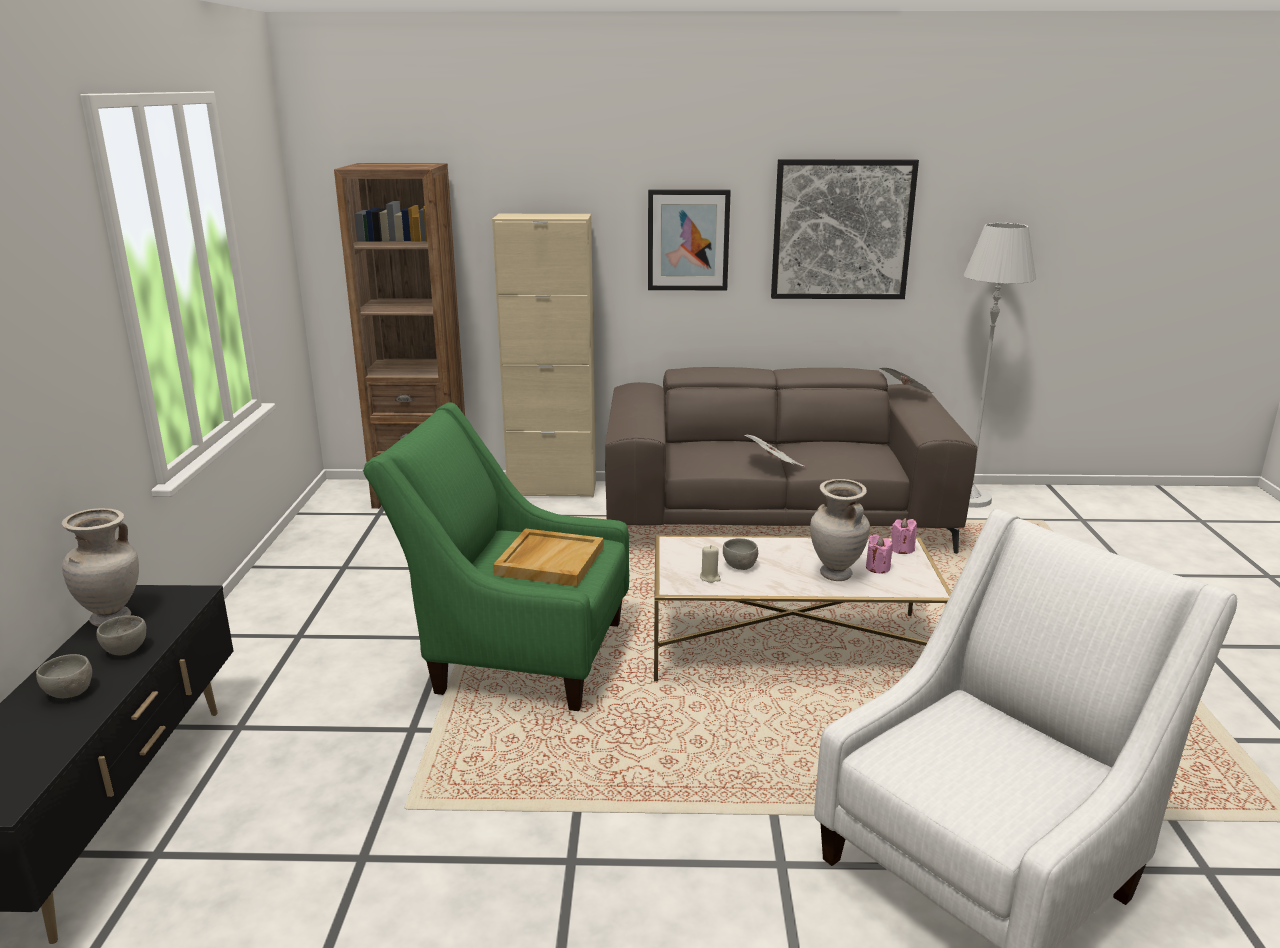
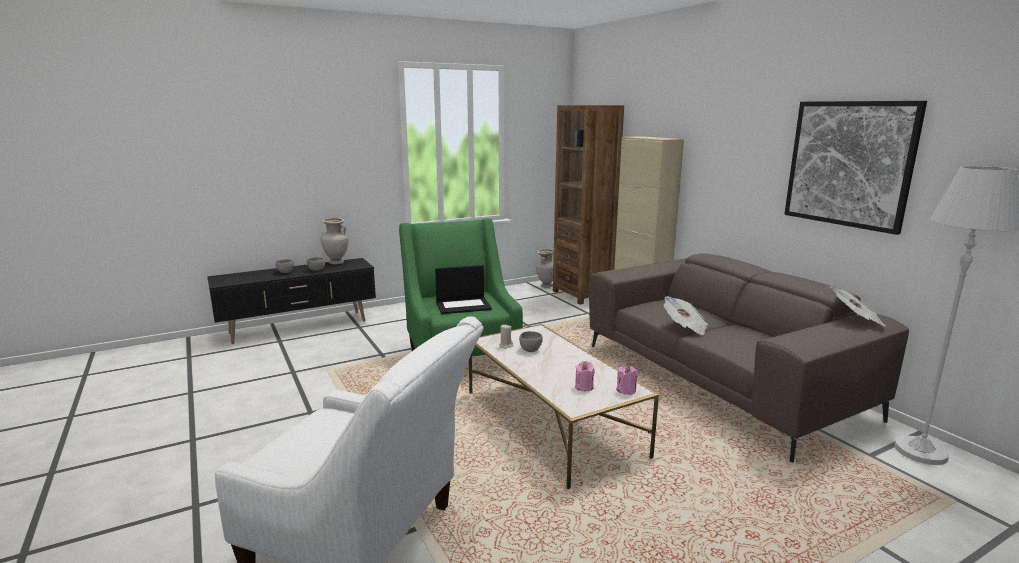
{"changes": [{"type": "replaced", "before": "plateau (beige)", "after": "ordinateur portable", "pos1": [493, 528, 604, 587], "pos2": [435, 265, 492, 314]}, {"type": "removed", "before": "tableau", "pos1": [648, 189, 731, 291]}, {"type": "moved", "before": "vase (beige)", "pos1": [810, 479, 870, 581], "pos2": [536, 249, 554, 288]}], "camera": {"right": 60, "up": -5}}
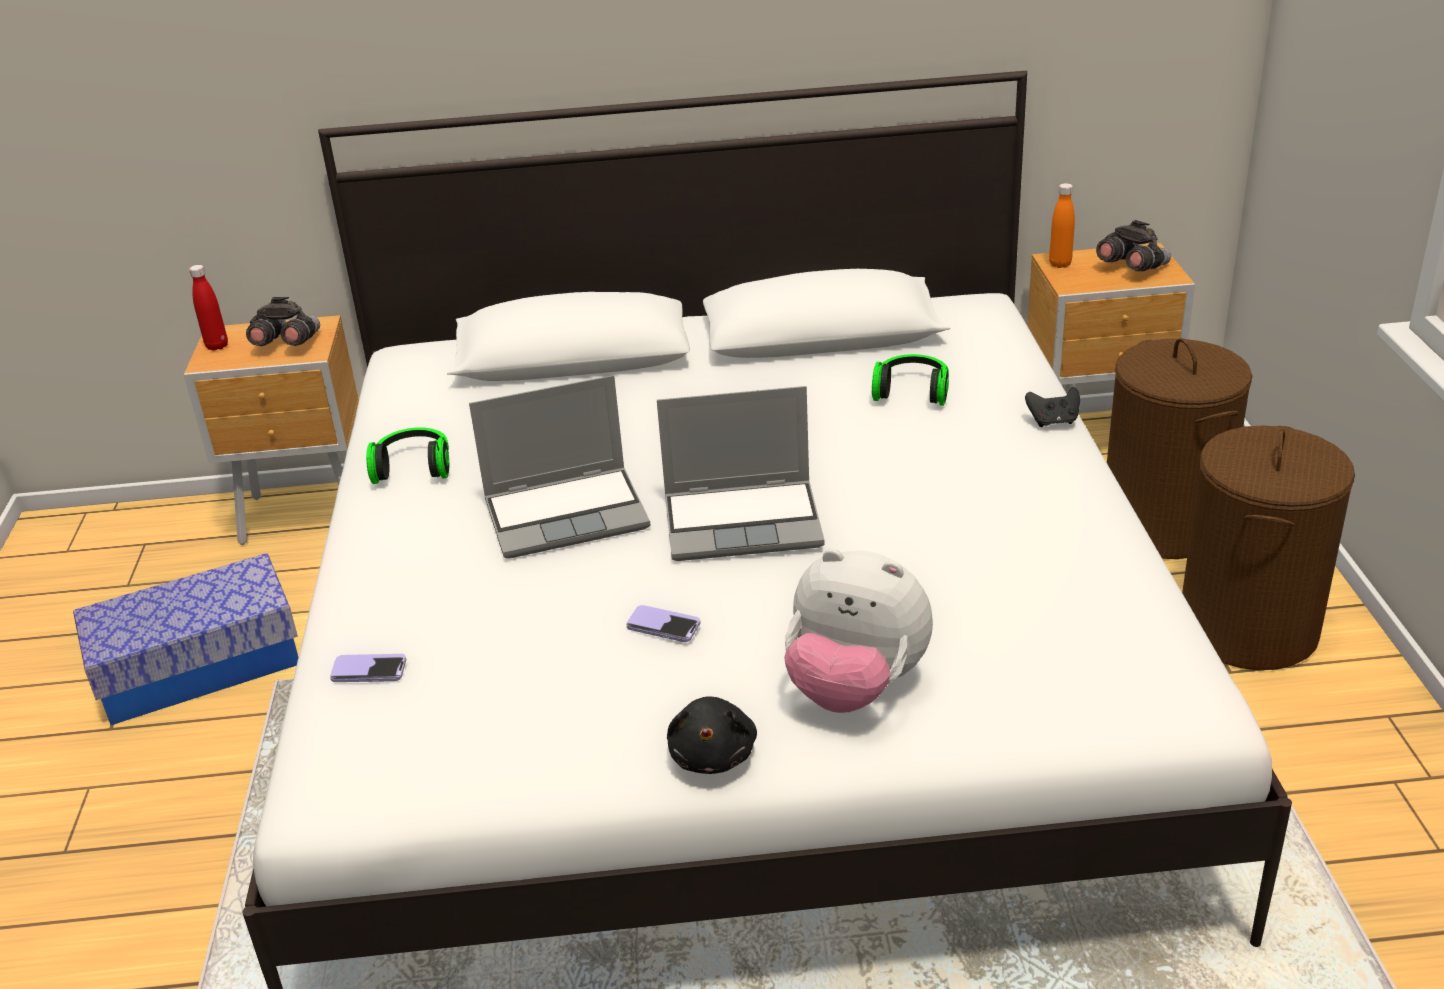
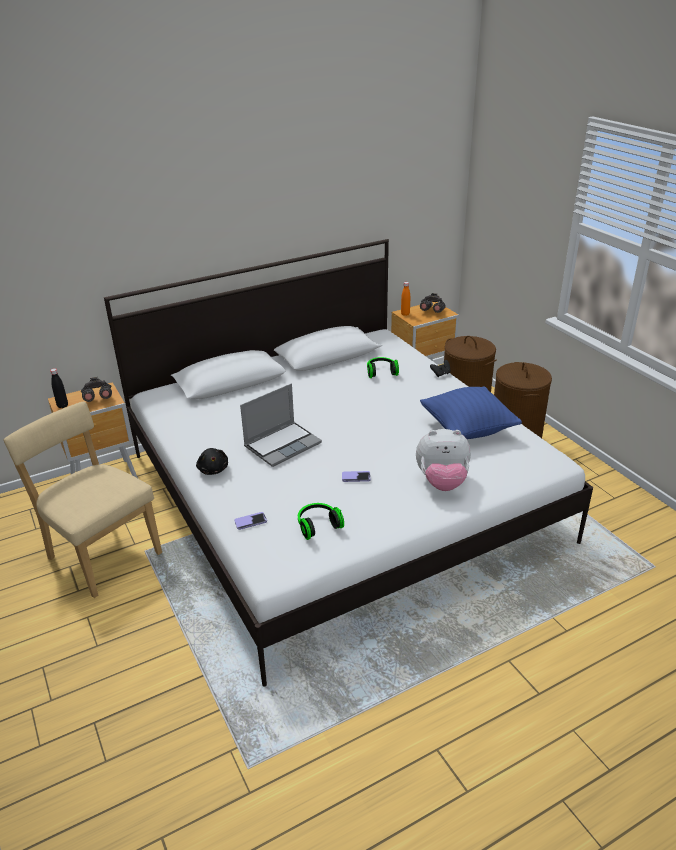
{"changes": [{"type": "replaced", "before": "boîte de rangement", "after": "chaise (beige)", "pos1": [73, 553, 298, 725], "pos2": [3, 402, 162, 598]}, {"type": "recoloured", "before": "bouteille (rouge)", "after": "bouteille (noir)", "pos1": [189, 265, 228, 351], "pos2": [50, 368, 68, 408]}, {"type": "moved", "before": "casque audio", "pos1": [366, 427, 449, 484], "pos2": [298, 503, 344, 540]}, {"type": "removed", "before": "ordinateur portable", "pos1": [657, 386, 825, 561]}, {"type": "moved", "before": "peluche (noir)", "pos1": [667, 697, 757, 774], "pos2": [196, 448, 228, 475]}, {"type": "added", "after": "coussin (bleu)", "pos2": [420, 386, 522, 439]}], "camera": {"right": -25, "up": 0}}
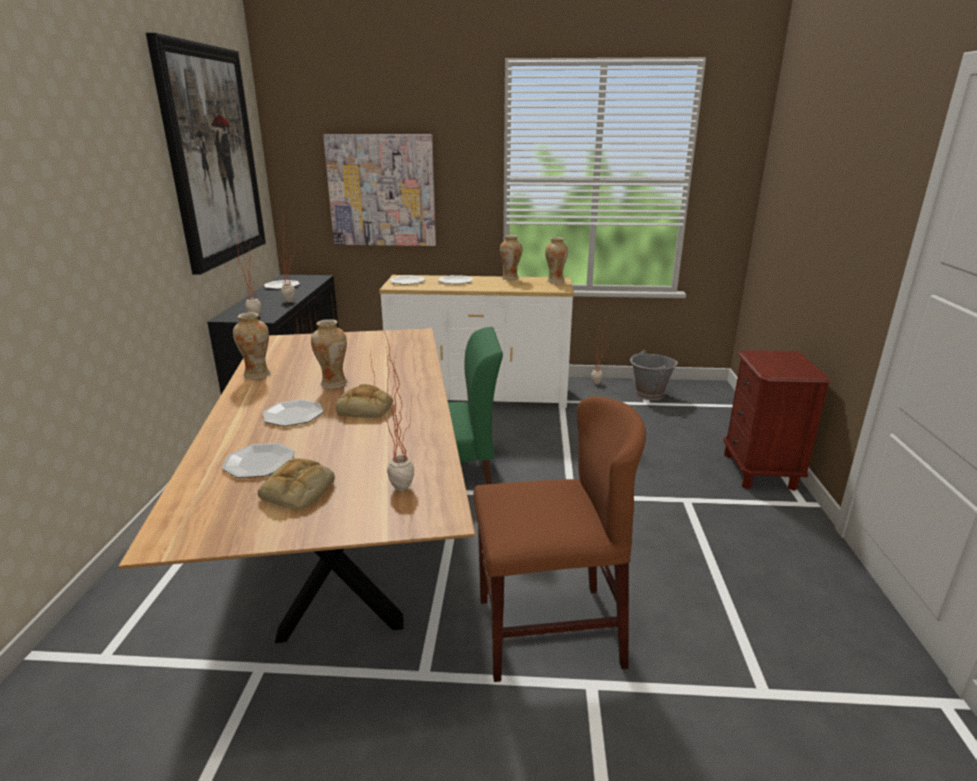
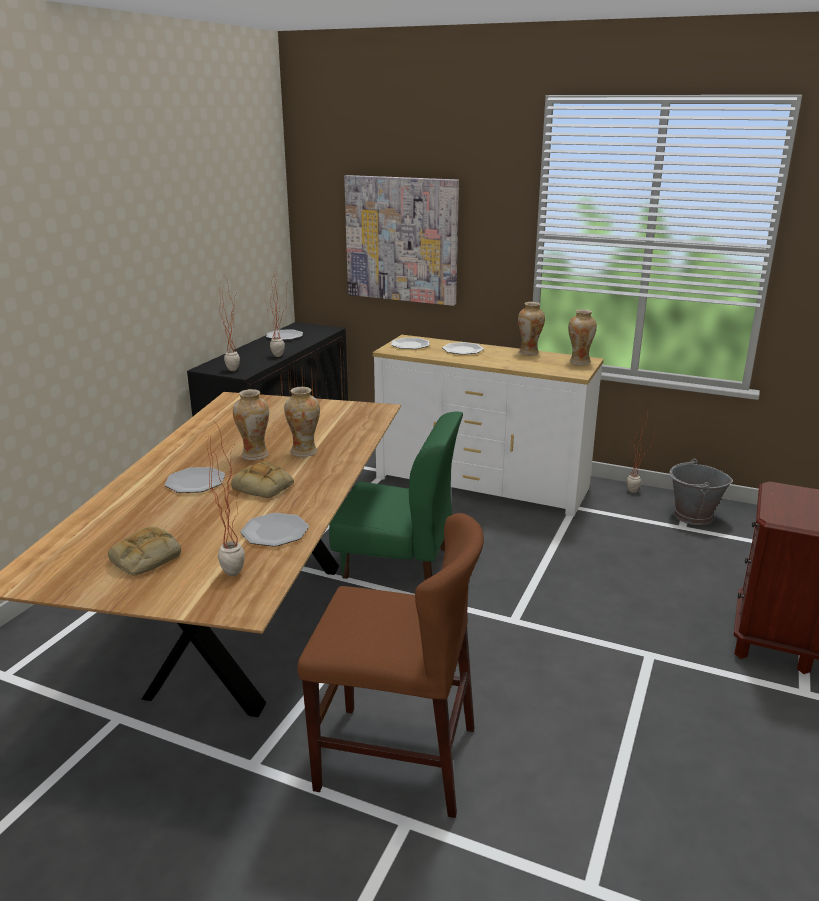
{"changes": [{"type": "removed", "before": "tableau", "pos1": [146, 33, 266, 275]}, {"type": "moved", "before": "assiette", "pos1": [222, 443, 295, 478], "pos2": [240, 513, 309, 547]}, {"type": "moved", "before": "vase", "pos1": [233, 312, 270, 379], "pos2": [284, 387, 320, 457]}], "camera": {"right": 20, "up": 0}}
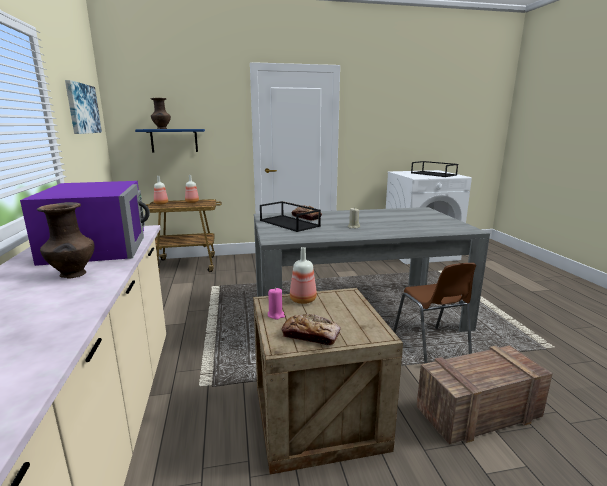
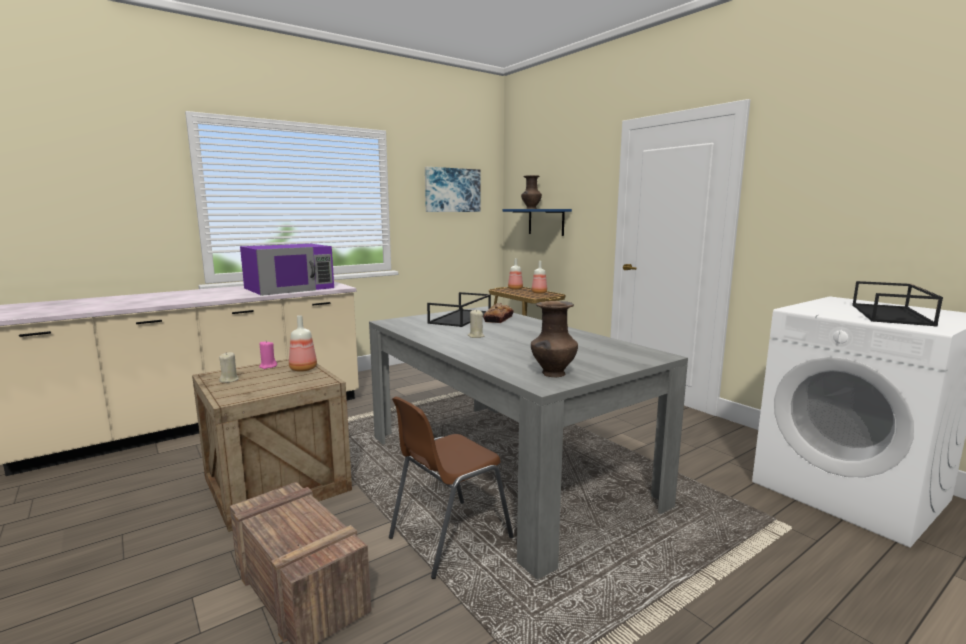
{"changes": [{"type": "moved", "before": "vase (marron)", "pos1": [37, 202, 94, 279], "pos2": [531, 301, 578, 377]}, {"type": "replaced", "before": "pain", "after": "bougie (beige)", "pos1": [282, 314, 341, 345], "pos2": [219, 352, 239, 383]}], "camera": {"right": 65, "up": -5}}
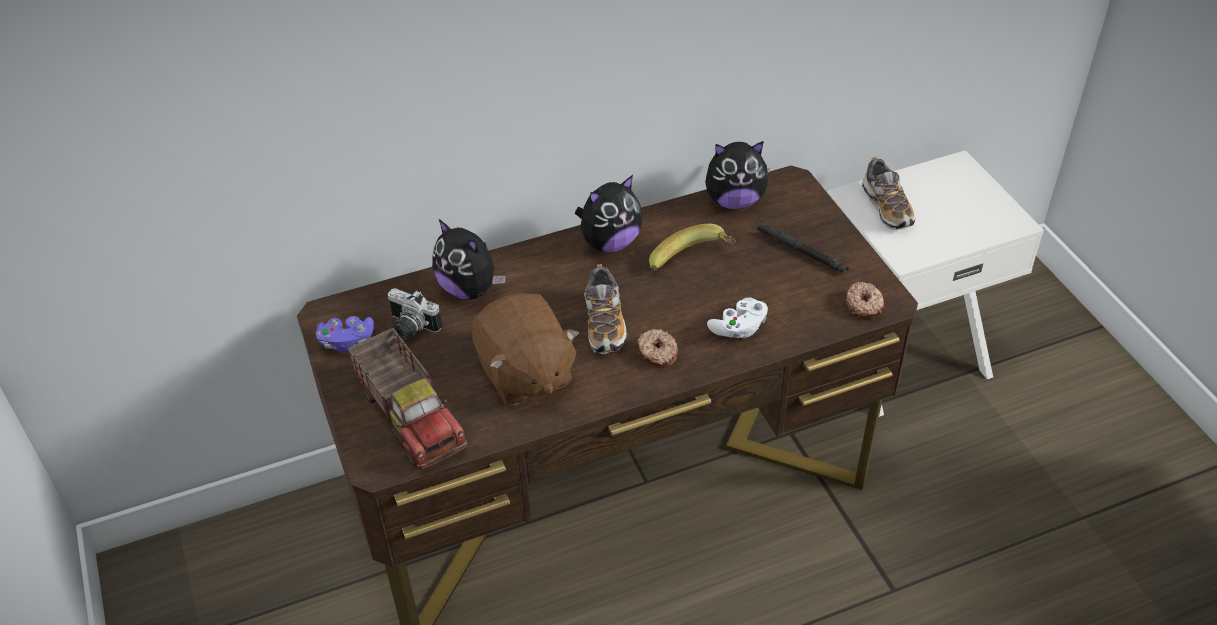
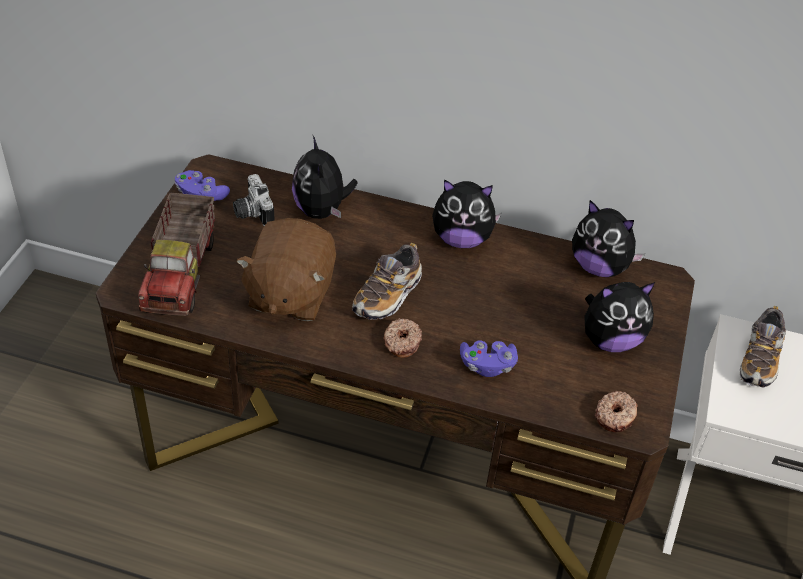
{"changes": [{"type": "removed", "before": "banane", "pos1": [649, 224, 736, 271]}, {"type": "recoloured", "before": "manette (blanc)", "after": "manette (violet)", "pos1": [707, 297, 768, 338], "pos2": [460, 340, 518, 377]}, {"type": "replaced", "before": "lampe de poche (noir)", "after": "peluche", "pos1": [757, 225, 849, 273], "pos2": [584, 282, 655, 352]}], "camera": {"right": 35, "up": 0}}
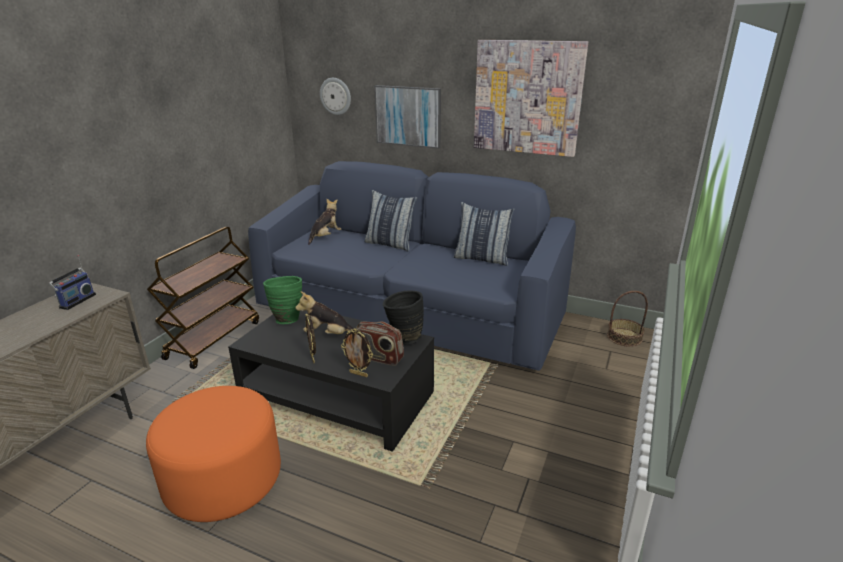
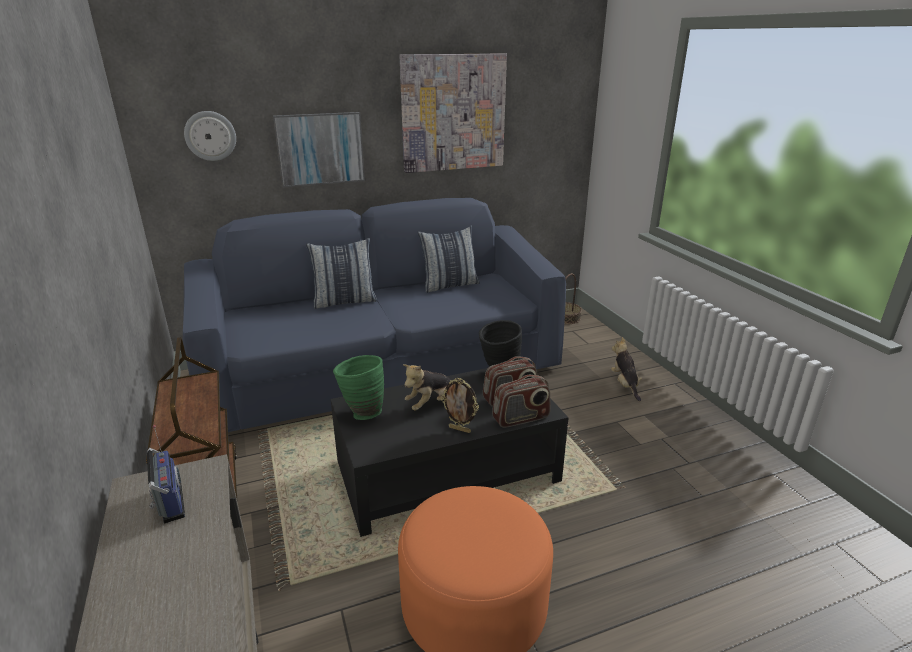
{"changes": [{"type": "moved", "before": "peluche", "pos1": [308, 199, 341, 245], "pos2": [611, 337, 642, 401]}, {"type": "replaced", "before": "cadre photo", "after": "radio", "pos1": [341, 329, 373, 377], "pos2": [492, 375, 551, 428]}], "camera": {"right": -45, "up": 0}}
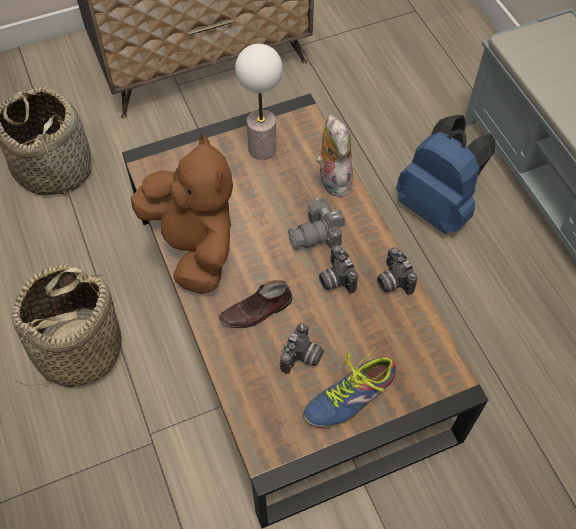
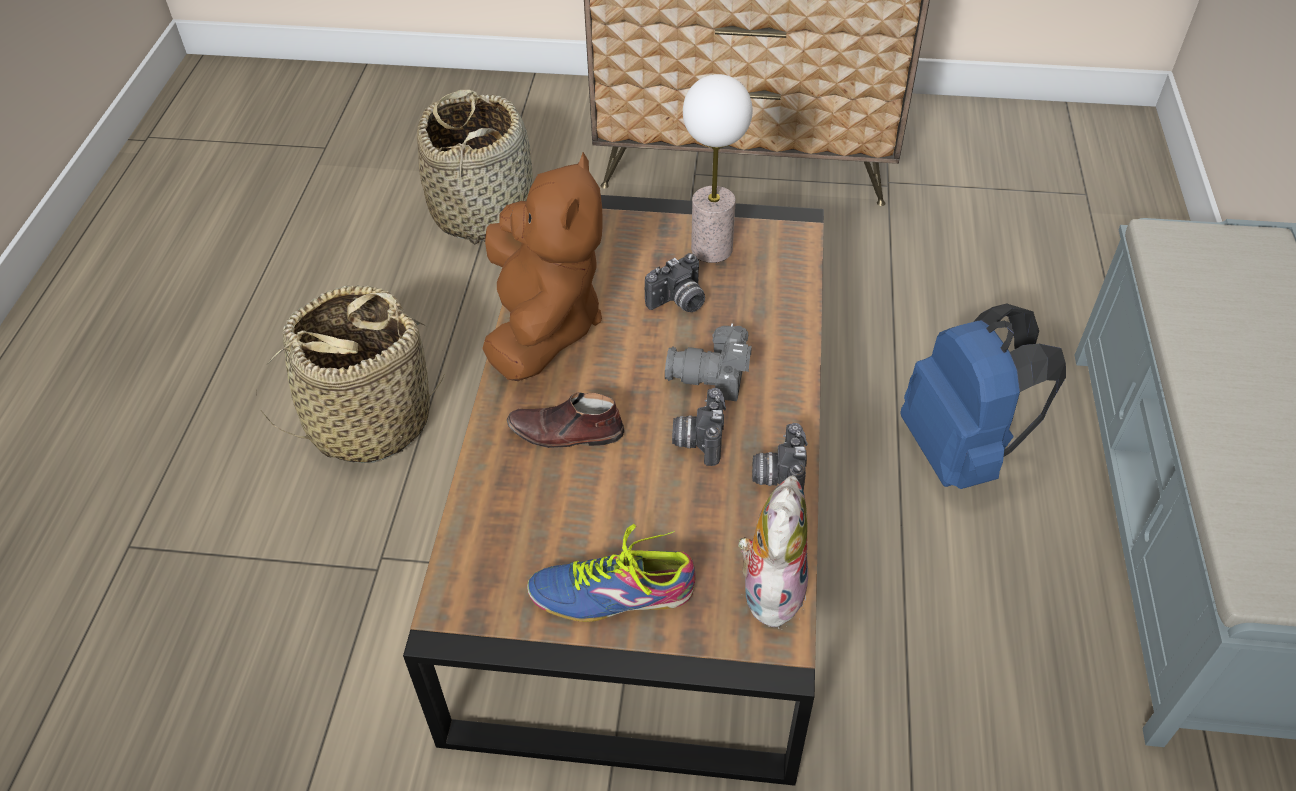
{"changes": [{"type": "moved", "before": "appareil photo", "pos1": [280, 323, 324, 374], "pos2": [645, 253, 705, 312]}, {"type": "moved", "before": "peluche", "pos1": [316, 115, 353, 197], "pos2": [738, 475, 808, 633]}], "camera": {"right": 30, "up": -10}}
